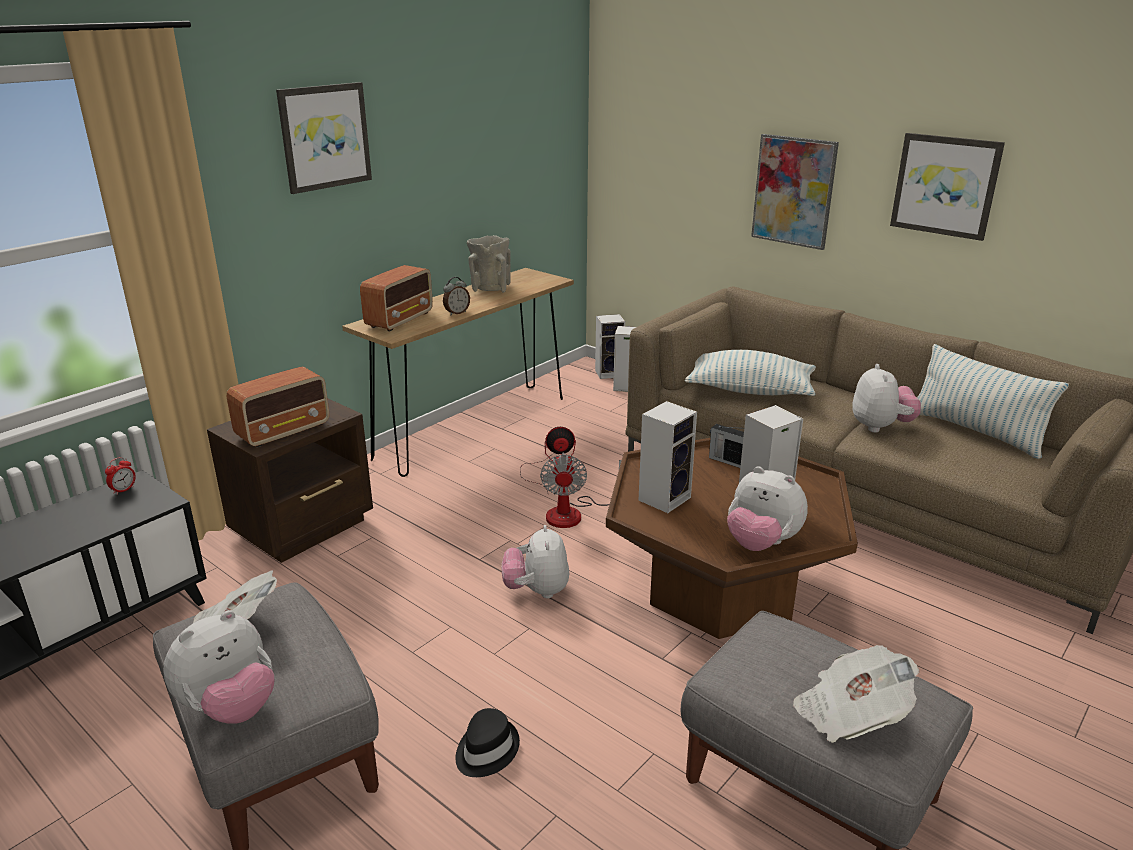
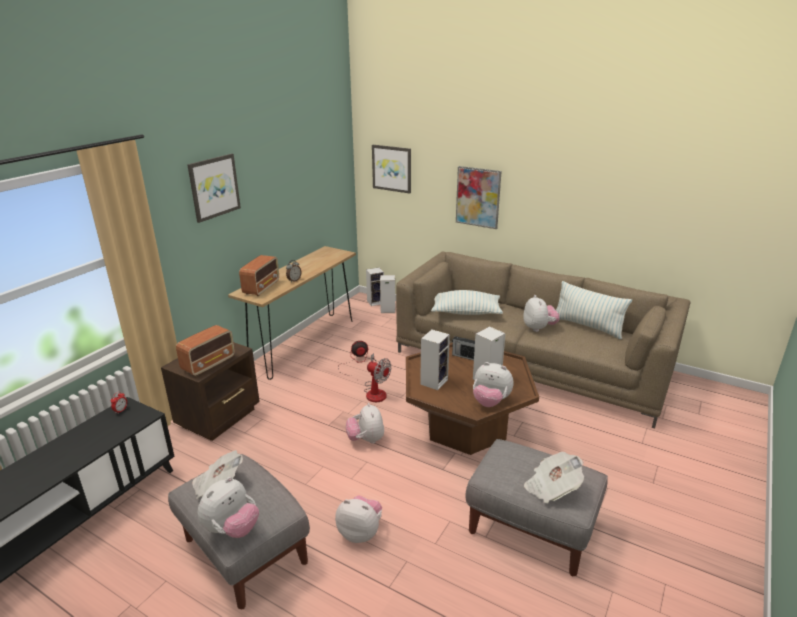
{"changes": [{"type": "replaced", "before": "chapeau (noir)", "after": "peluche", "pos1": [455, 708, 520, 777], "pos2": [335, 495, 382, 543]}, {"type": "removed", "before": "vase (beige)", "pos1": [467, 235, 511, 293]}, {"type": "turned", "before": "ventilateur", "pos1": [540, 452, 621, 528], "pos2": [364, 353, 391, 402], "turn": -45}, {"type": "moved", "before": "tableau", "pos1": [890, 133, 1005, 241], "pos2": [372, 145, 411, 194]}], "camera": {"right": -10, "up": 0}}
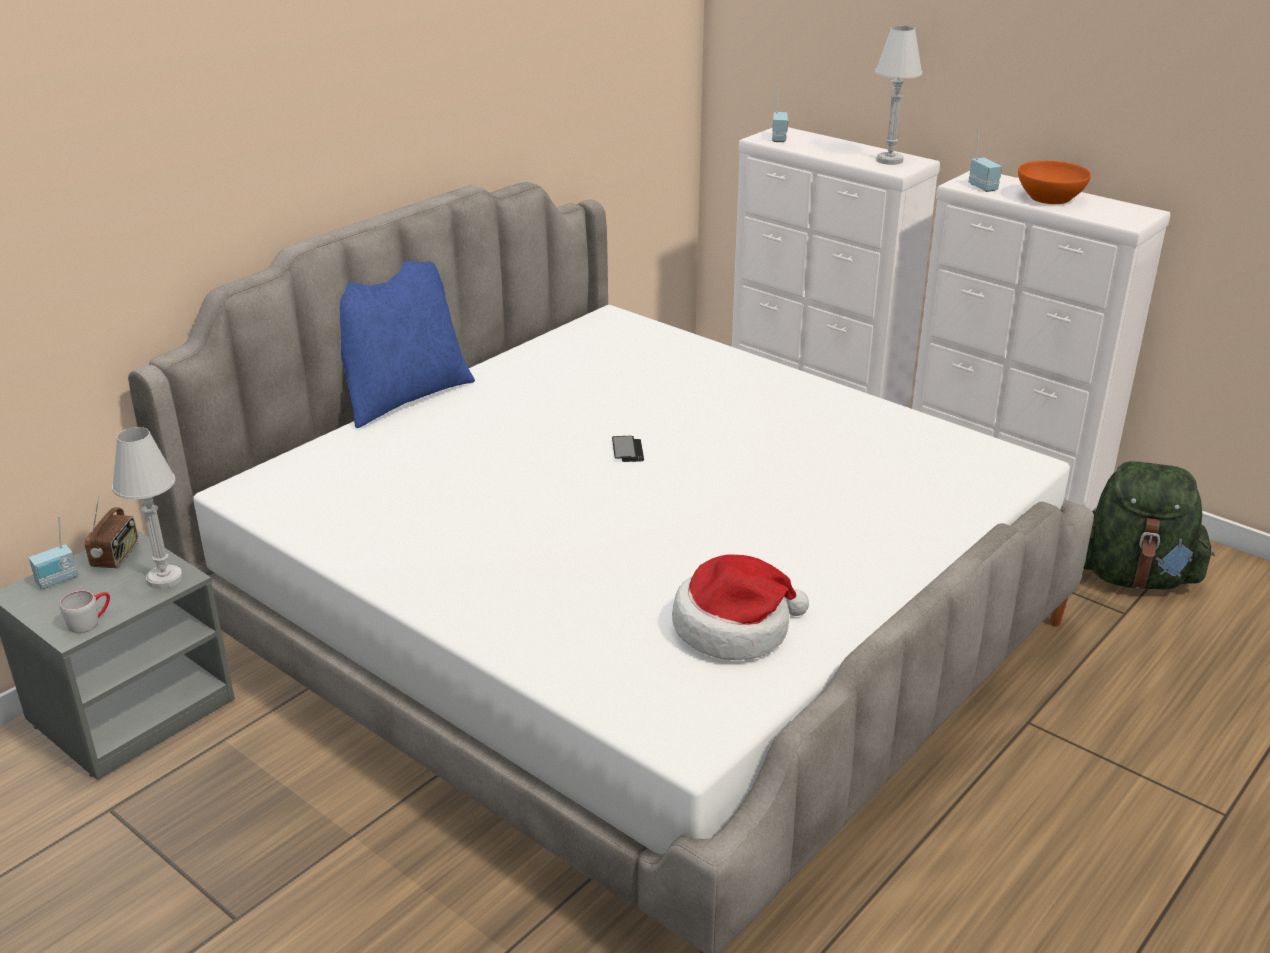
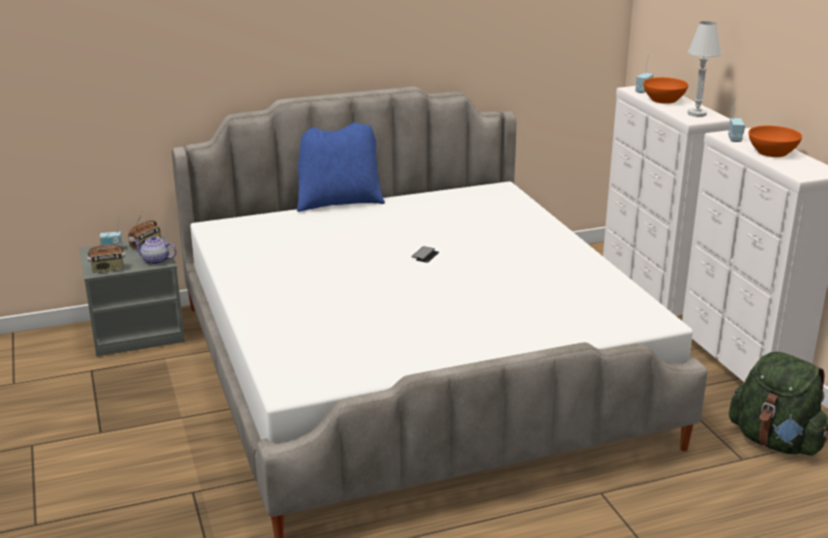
{"changes": [{"type": "replaced", "before": "mug (gris)", "after": "radio", "pos1": [60, 591, 110, 633], "pos2": [88, 233, 125, 273]}, {"type": "replaced", "before": "lampe de table (blanc)", "after": "théière", "pos1": [112, 427, 183, 589], "pos2": [133, 236, 177, 265]}, {"type": "removed", "before": "chapeau", "pos1": [672, 554, 809, 660]}, {"type": "added", "after": "bol (orange)", "pos2": [643, 77, 688, 104]}], "camera": {"right": 30, "up": -5}}
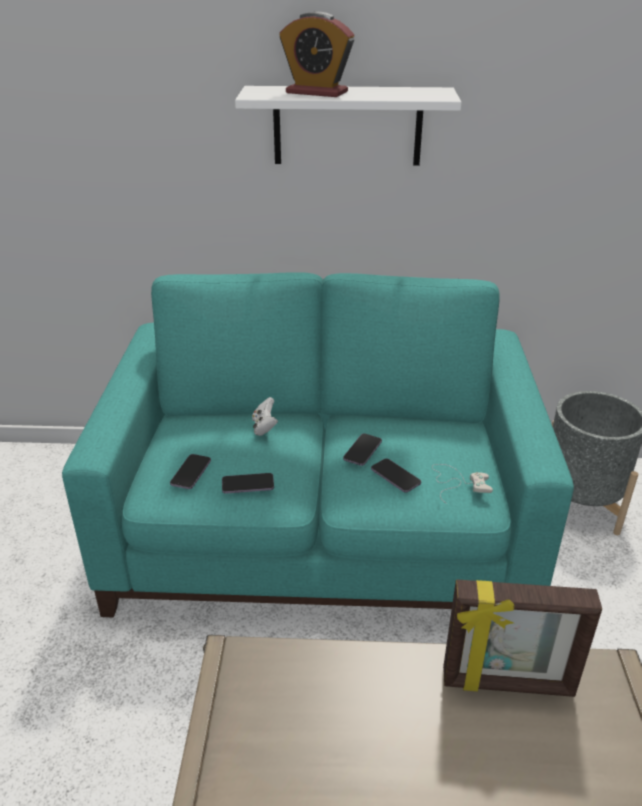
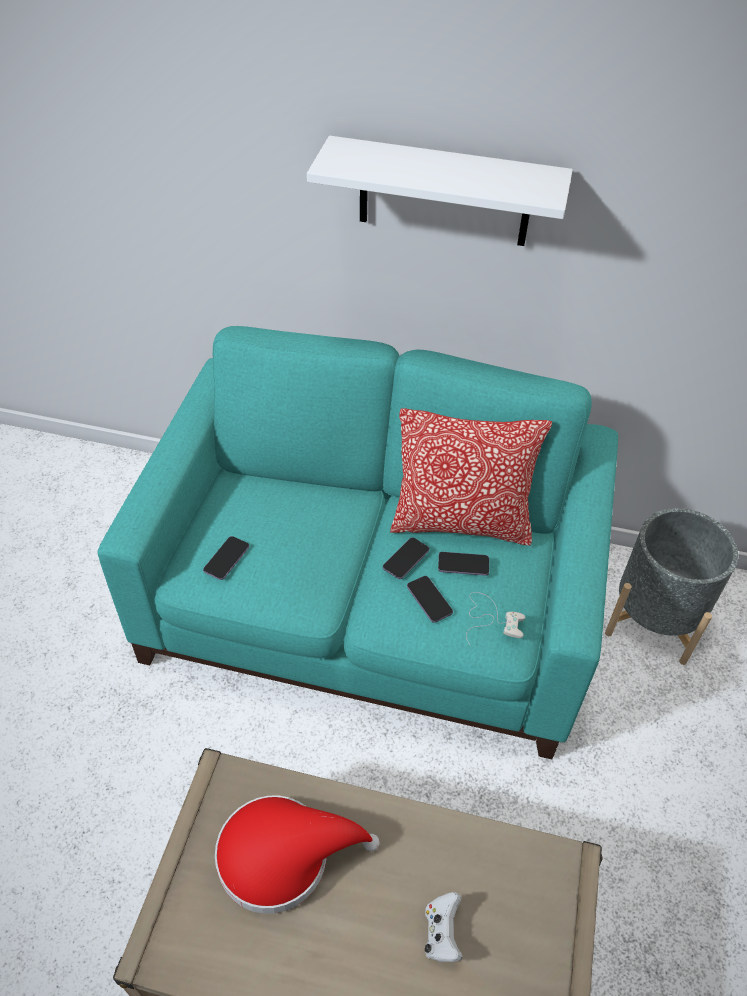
{"changes": [{"type": "moved", "before": "téléphone", "pos1": [222, 473, 274, 493], "pos2": [438, 552, 489, 576]}, {"type": "moved", "before": "manette (blanc)", "pos1": [252, 397, 278, 436], "pos2": [425, 892, 463, 962]}, {"type": "removed", "before": "réveil", "pos1": [280, 11, 355, 97]}, {"type": "removed", "before": "cadre photo", "pos1": [443, 579, 602, 697]}, {"type": "added", "after": "chapeau (rouge)", "pos2": [215, 795, 380, 914]}, {"type": "added", "after": "coussin", "pos2": [390, 409, 552, 546]}], "camera": {"right": 10, "up": 15}}
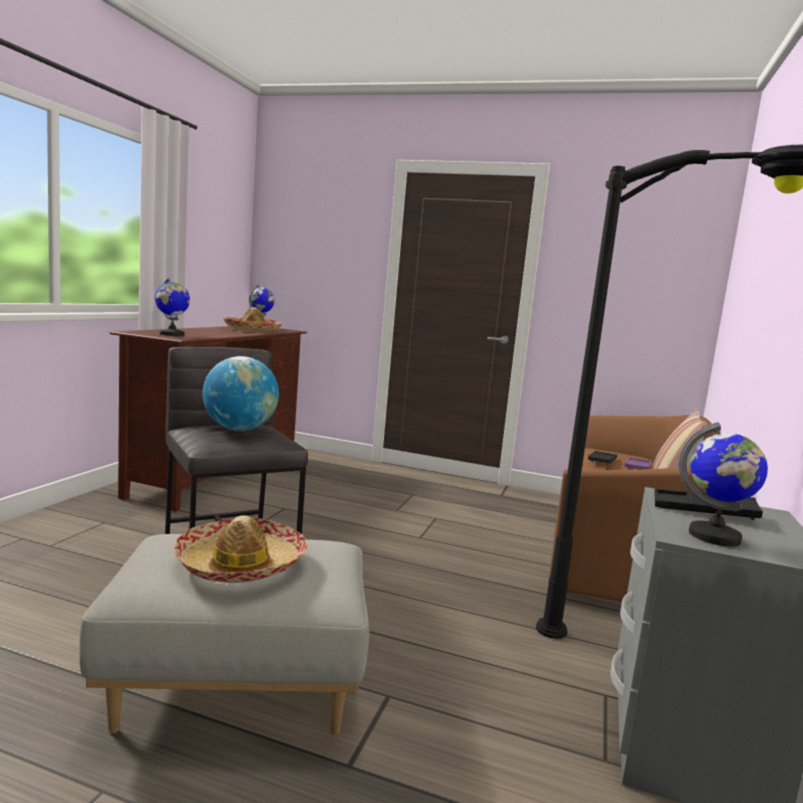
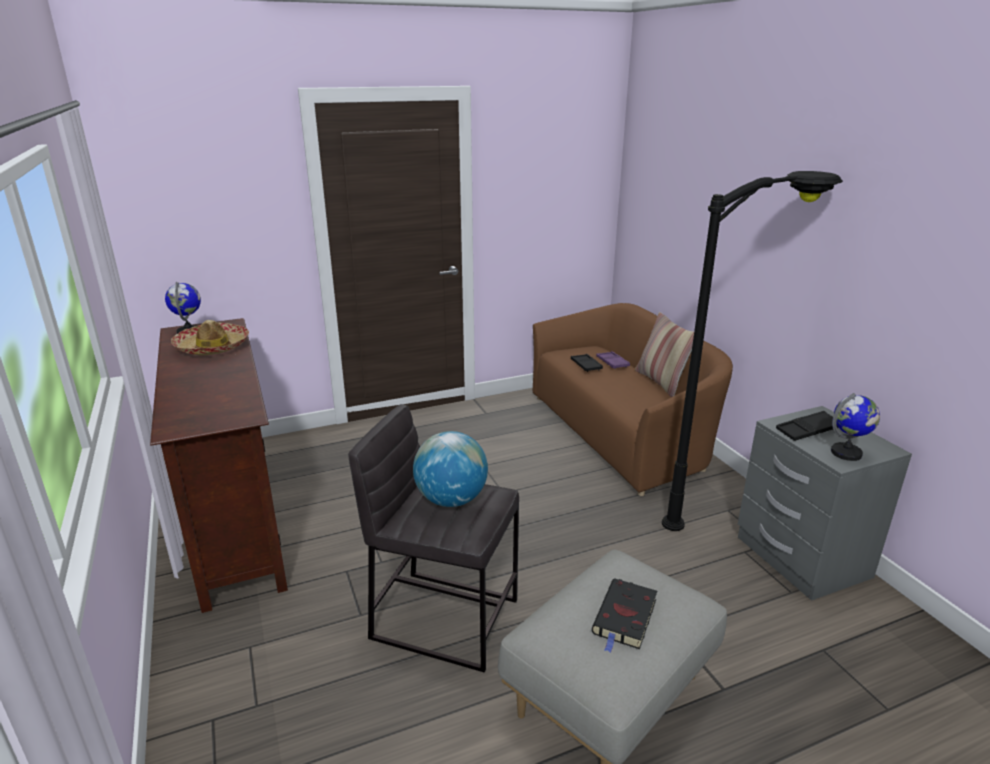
{"changes": [{"type": "removed", "before": "globe", "pos1": [155, 277, 190, 336]}, {"type": "replaced", "before": "chapeau", "after": "livre (noir)", "pos1": [174, 516, 308, 583], "pos2": [592, 578, 657, 653]}], "camera": {"right": -40, "up": 15}}
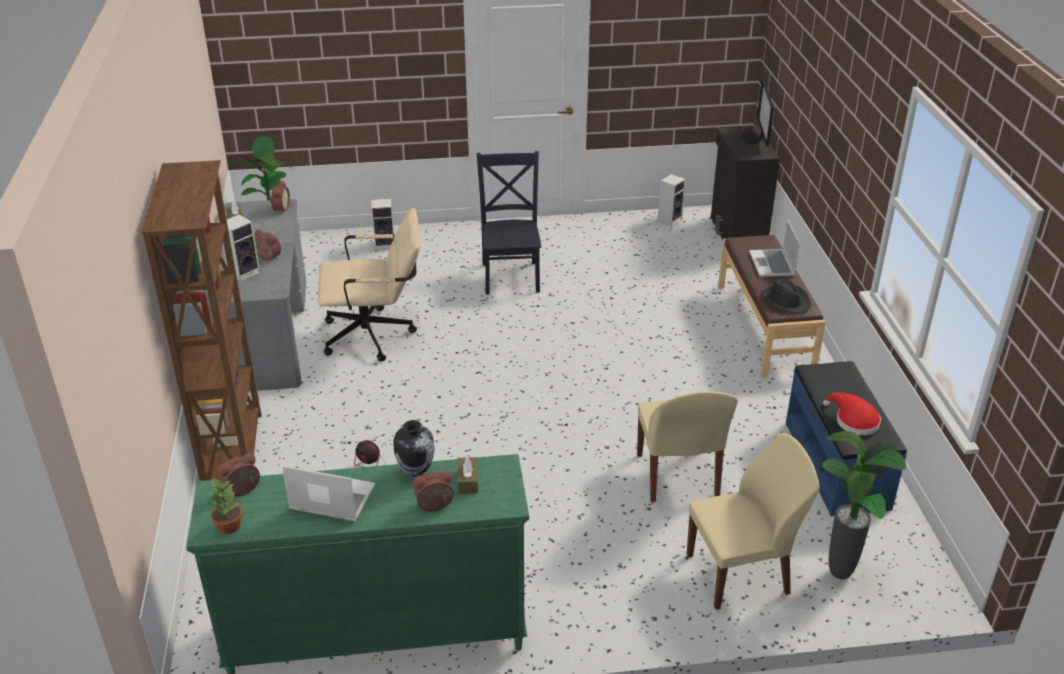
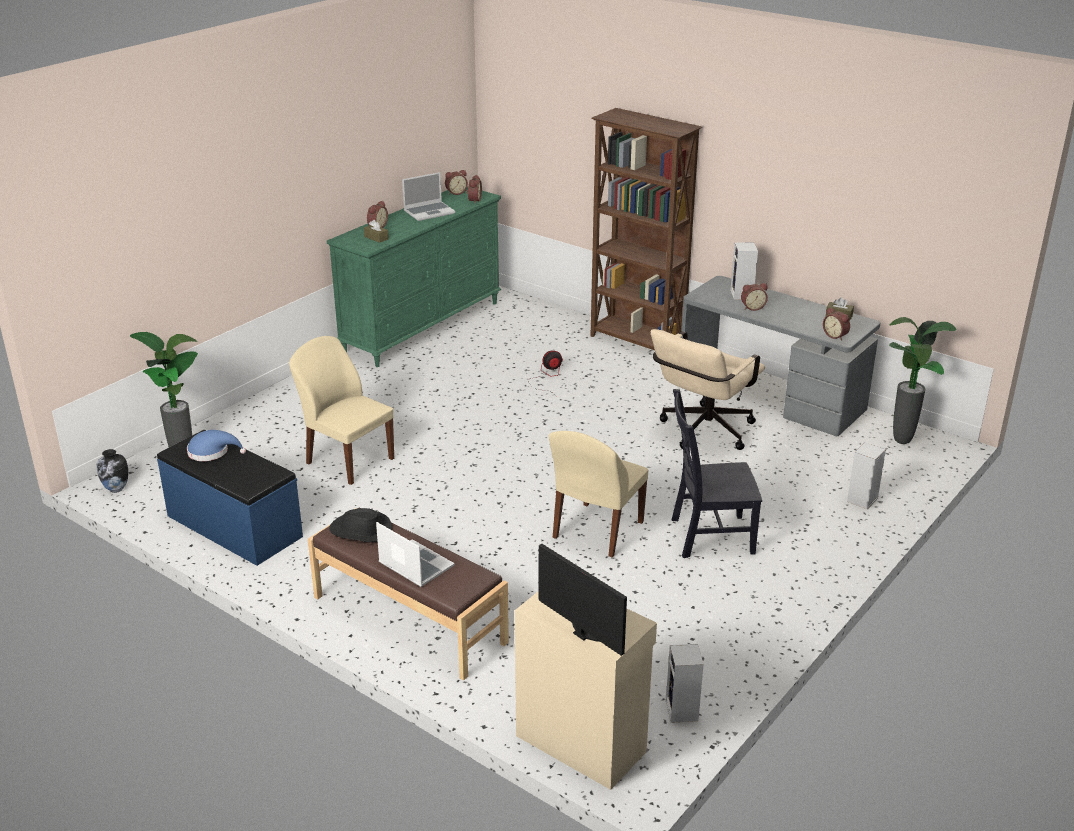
{"changes": [{"type": "replaced", "before": "plante en pot", "after": "réveil", "pos1": [209, 478, 243, 534], "pos2": [445, 170, 468, 195]}, {"type": "moved", "before": "vase", "pos1": [393, 420, 435, 477], "pos2": [96, 449, 128, 493]}, {"type": "turned", "before": "chaise (noir)", "pos1": [477, 151, 541, 295], "pos2": [671, 389, 762, 558], "turn": 135}, {"type": "moved", "before": "chaise (beige)", "pos1": [687, 433, 820, 610], "pos2": [549, 431, 648, 557]}, {"type": "recoloured", "before": "meuble de rangement (noir)", "after": "meuble de rangement (beige)", "pos1": [711, 126, 780, 240], "pos2": [515, 591, 657, 790]}, {"type": "recoloured", "before": "chapeau (rouge)", "after": "chapeau (bleu)", "pos1": [823, 392, 881, 435], "pos2": [187, 430, 246, 461]}], "camera": {"right": 135, "up": -5}}
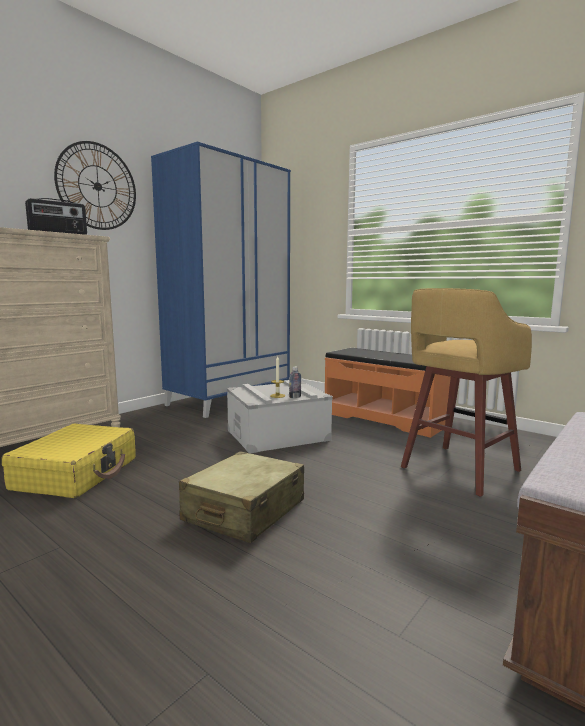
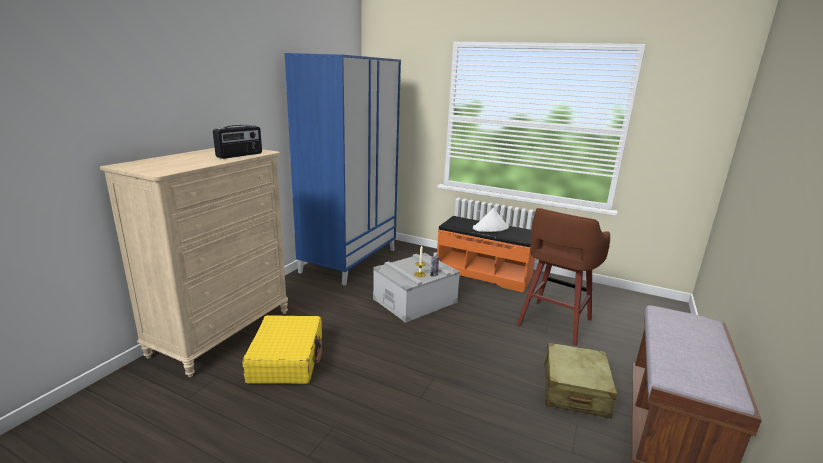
{"changes": [{"type": "removed", "before": "horloge murale", "pos1": [54, 141, 136, 230]}, {"type": "moved", "before": "valise (beige)", "pos1": [179, 451, 304, 543], "pos2": [544, 342, 617, 418]}, {"type": "recoloured", "before": "tabouret (jaune)", "after": "tabouret (marron)", "pos1": [401, 288, 532, 497], "pos2": [517, 208, 610, 346]}, {"type": "added", "after": "chapeau (blanc)", "pos2": [473, 207, 509, 232]}], "camera": {"right": -15, "up": 10}}
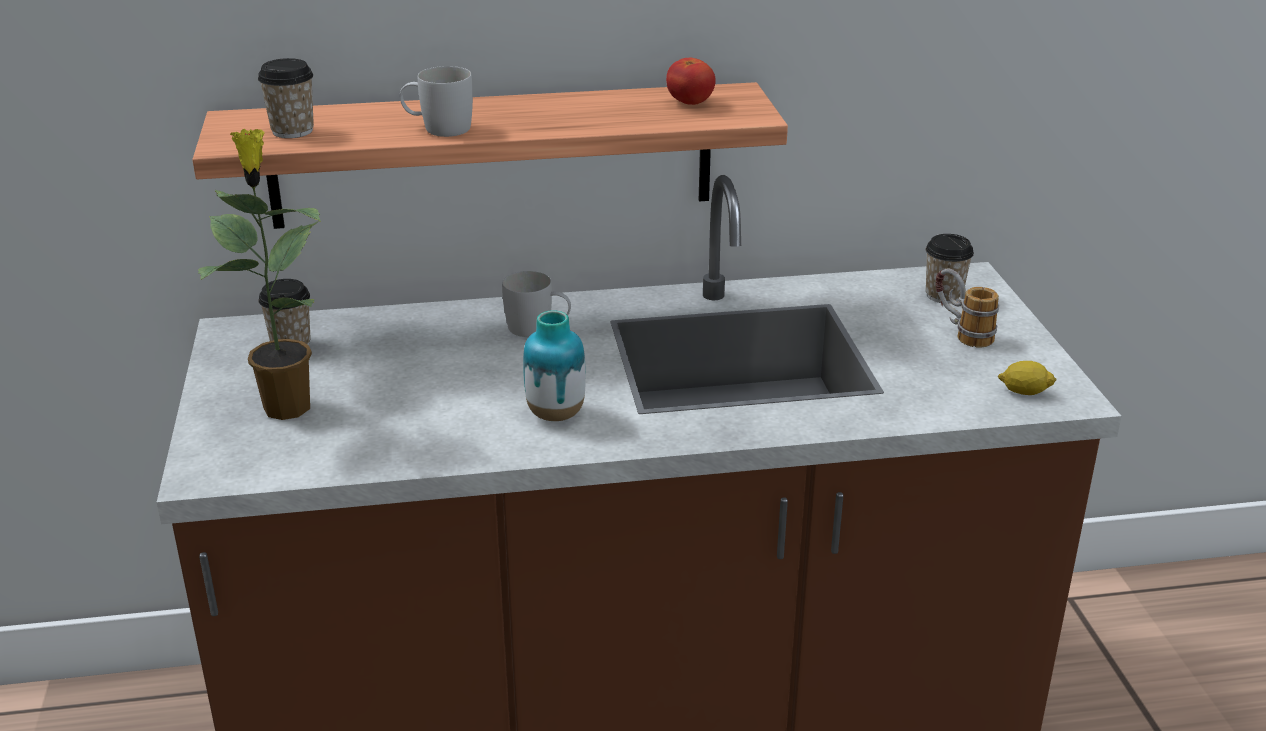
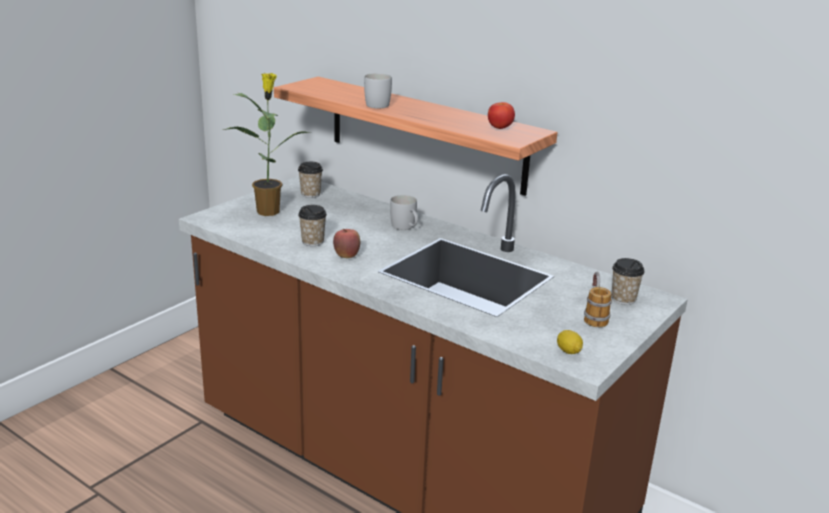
{"changes": [{"type": "moved", "before": "tasse", "pos1": [258, 58, 314, 138], "pos2": [298, 205, 327, 246]}, {"type": "replaced", "before": "vase", "after": "pomme", "pos1": [523, 310, 586, 421], "pos2": [333, 229, 360, 258]}], "camera": {"right": 45, "up": -5}}
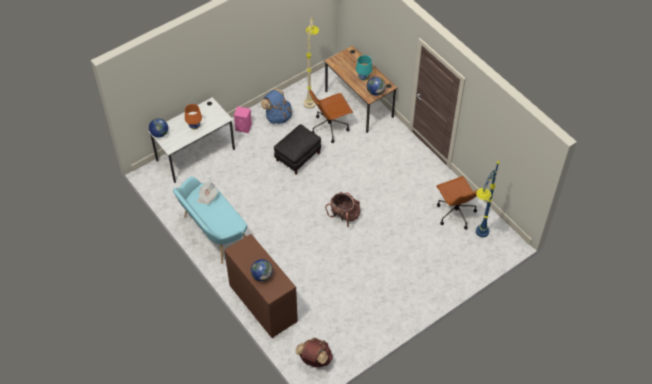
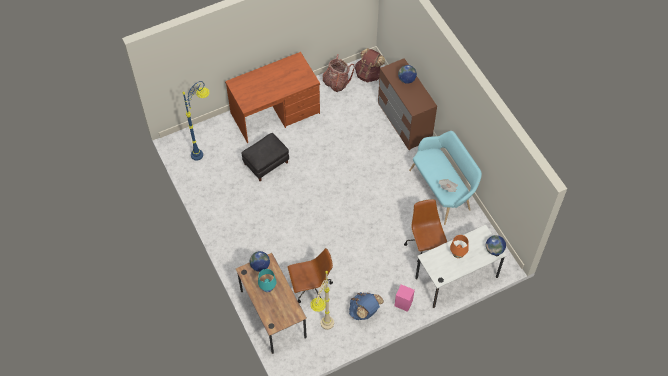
{"changes": [{"type": "moved", "before": "pouf (noir)", "pos1": [274, 124, 321, 174], "pos2": [241, 133, 289, 181]}, {"type": "moved", "before": "sac à dos", "pos1": [325, 192, 360, 227], "pos2": [323, 54, 355, 92]}, {"type": "moved", "before": "chaise de bureau (marron)", "pos1": [436, 176, 477, 230], "pos2": [404, 199, 447, 262]}, {"type": "added", "after": "bureau (marron)", "pos2": [225, 52, 320, 143]}], "camera": {"right": -170, "up": 5}}
